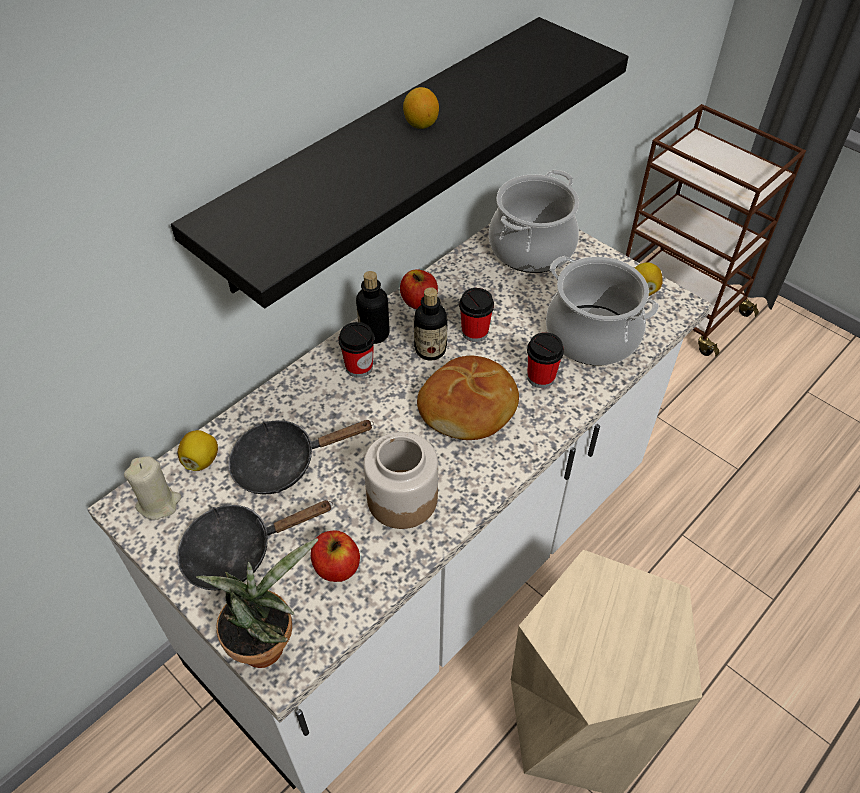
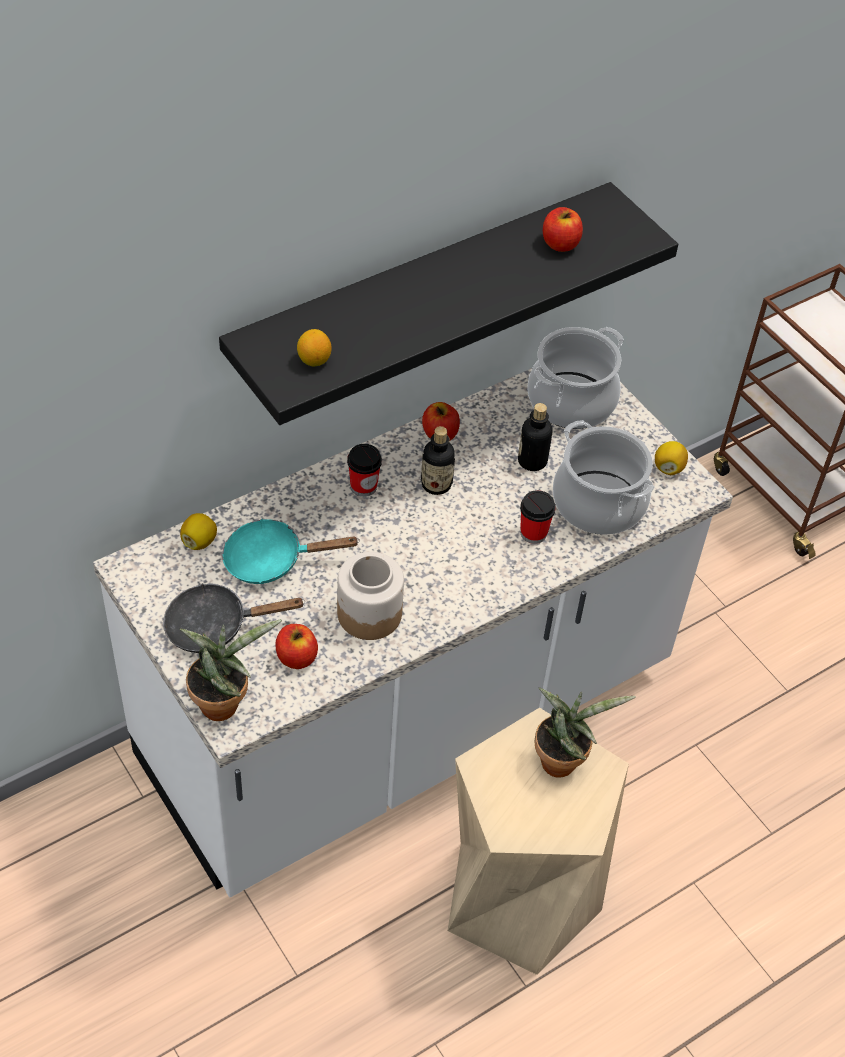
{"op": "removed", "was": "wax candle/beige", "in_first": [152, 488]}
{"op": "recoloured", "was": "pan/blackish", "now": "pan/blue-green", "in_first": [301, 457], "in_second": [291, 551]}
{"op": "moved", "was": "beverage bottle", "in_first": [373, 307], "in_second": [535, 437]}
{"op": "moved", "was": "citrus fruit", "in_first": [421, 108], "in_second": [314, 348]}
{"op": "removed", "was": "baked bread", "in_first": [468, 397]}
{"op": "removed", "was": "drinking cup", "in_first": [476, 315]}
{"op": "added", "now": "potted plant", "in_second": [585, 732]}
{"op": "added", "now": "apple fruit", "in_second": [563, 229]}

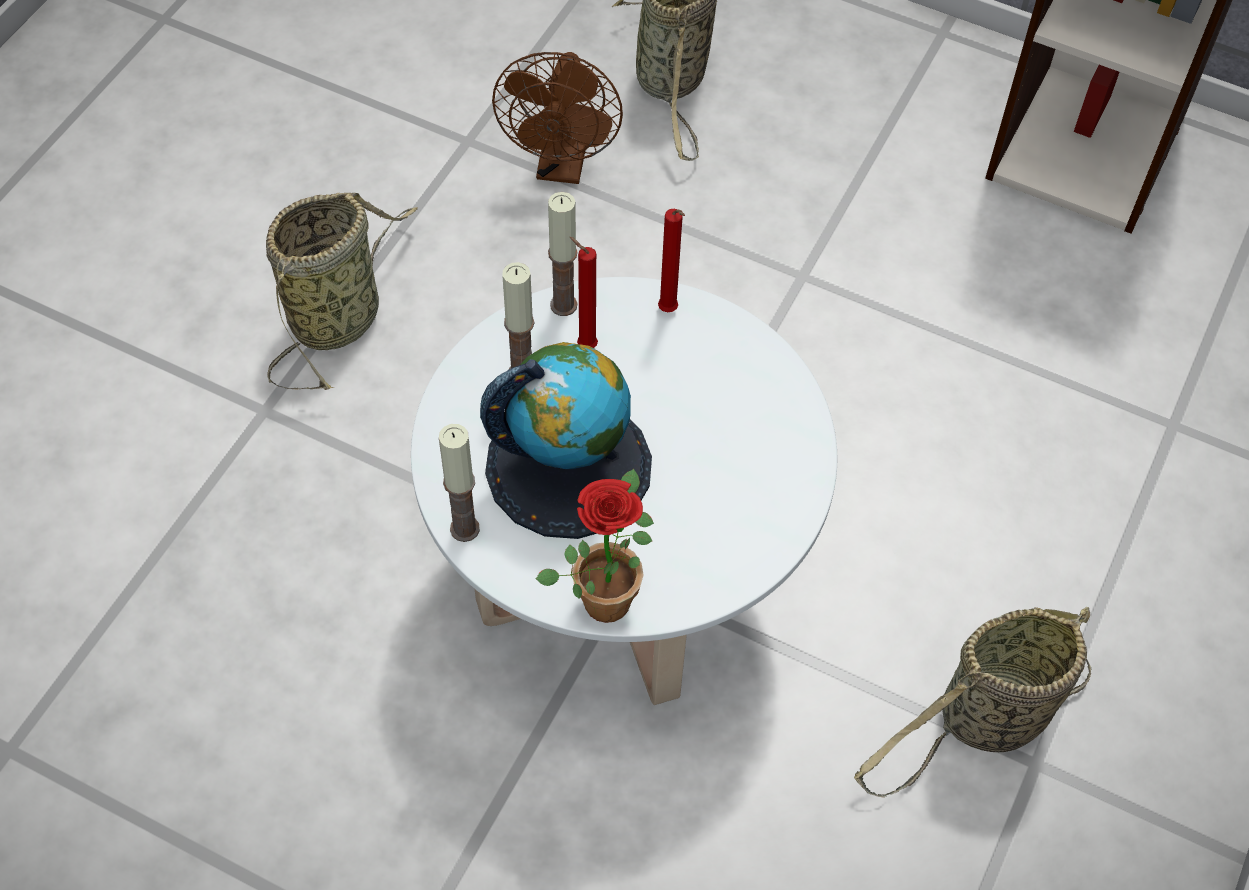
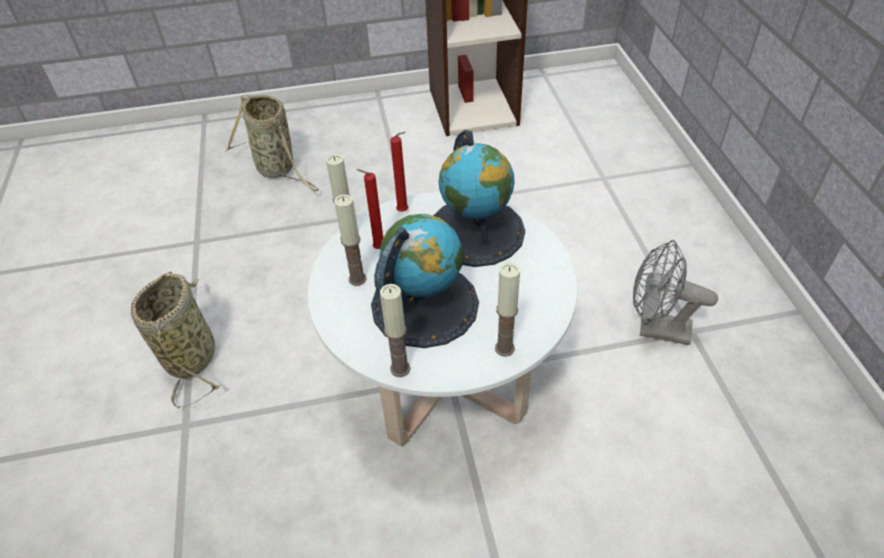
{"op": "removed", "was": "fan/brown", "in_first": [557, 118]}
{"op": "replaced", "was": "potted plant", "now": "wax candle", "in_first": [595, 546], "in_second": [507, 310]}
{"op": "replaced", "was": "basket", "now": "fan/grey", "in_first": [972, 702], "in_second": [675, 292]}
{"op": "added", "now": "world globe", "in_second": [479, 198]}

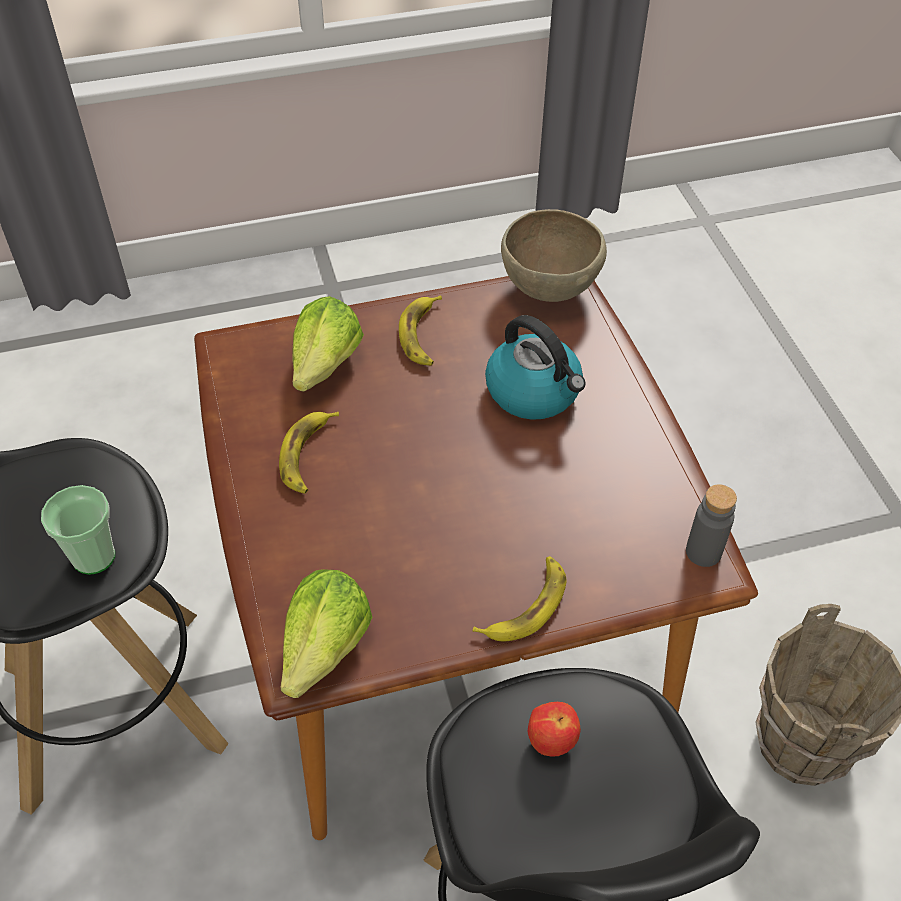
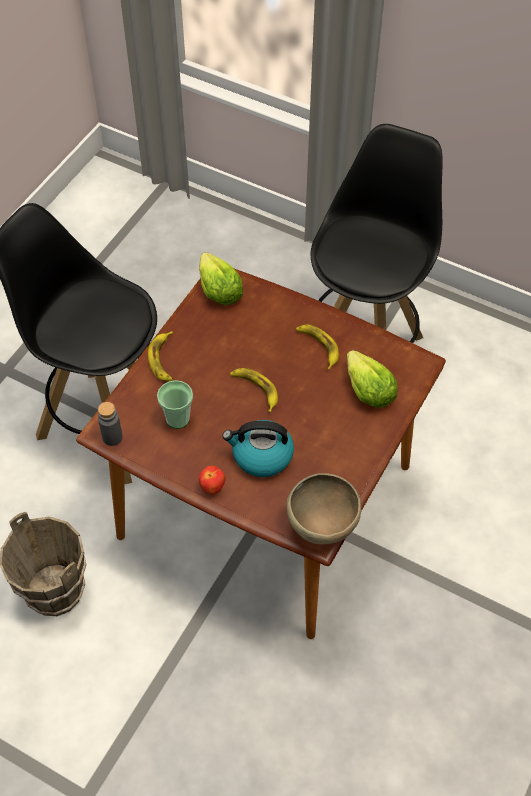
{"op": "moved", "was": "drinking cup", "in_first": [78, 530], "in_second": [175, 404]}
{"op": "moved", "was": "whole banana", "in_first": [420, 330], "in_second": [254, 390]}
{"op": "moved", "was": "apple fruit", "in_first": [554, 729], "in_second": [212, 480]}

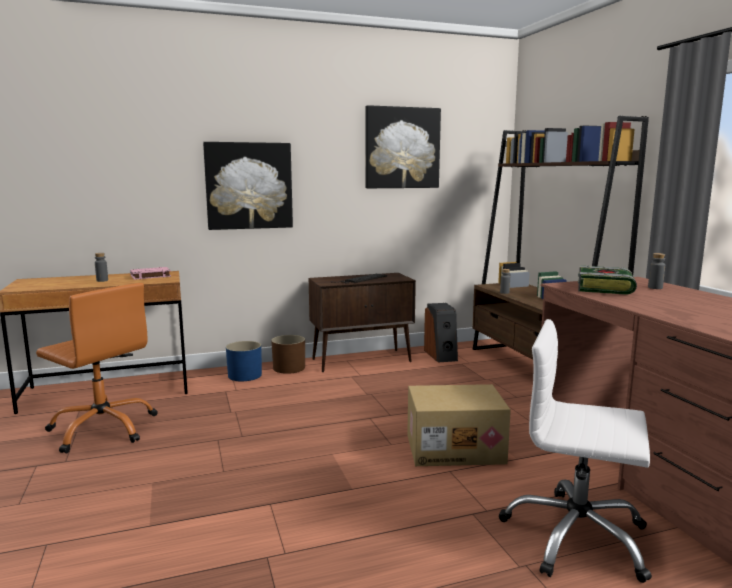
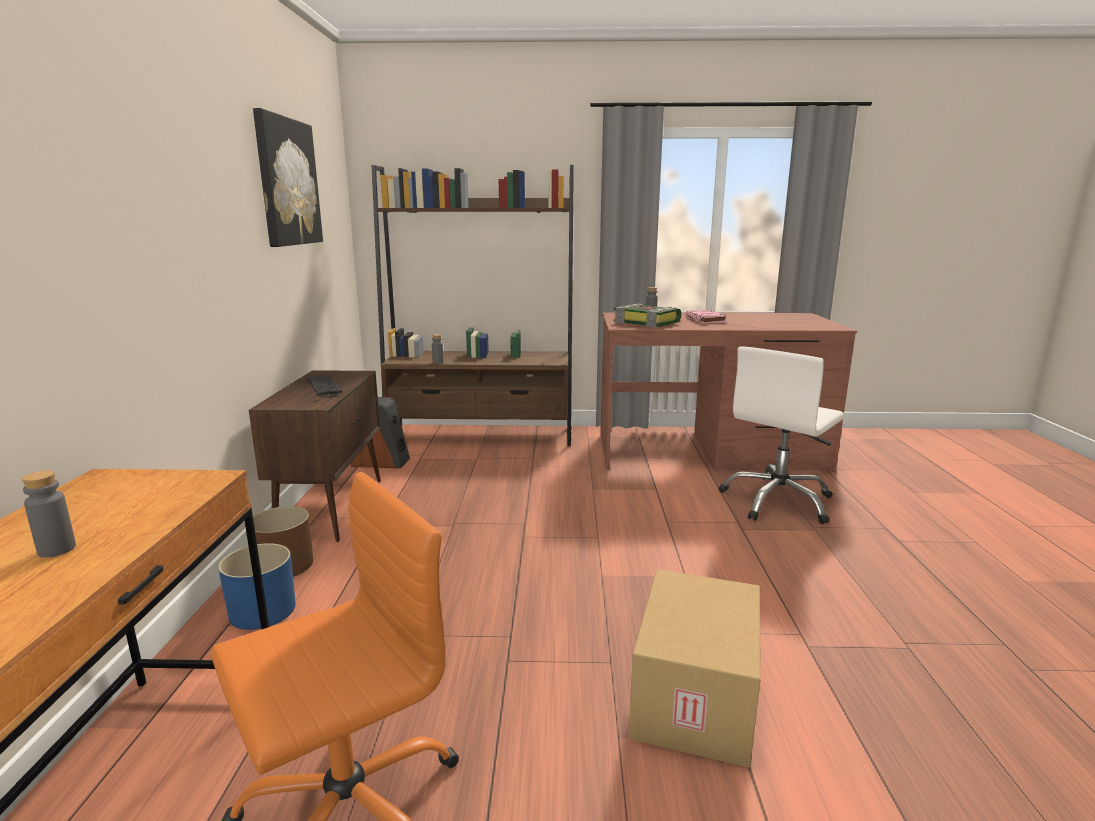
{"op": "moved", "was": "volume/pink", "in_first": [150, 273], "in_second": [706, 317]}
{"op": "removed", "was": "picture", "in_first": [248, 186]}
{"op": "moved", "was": "carton", "in_first": [459, 425], "in_second": [695, 668]}

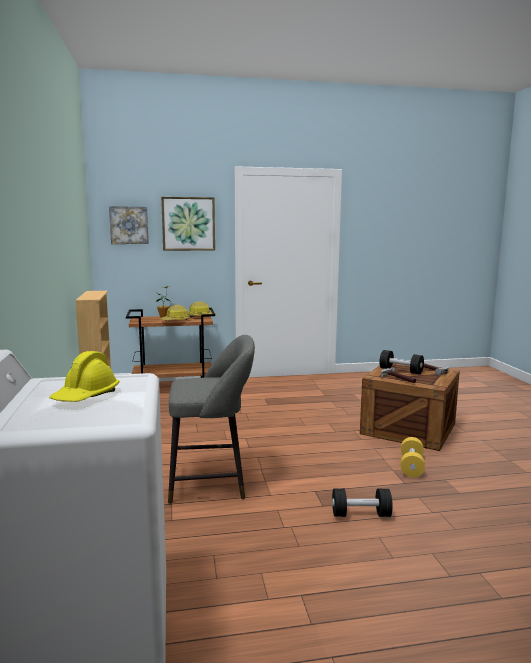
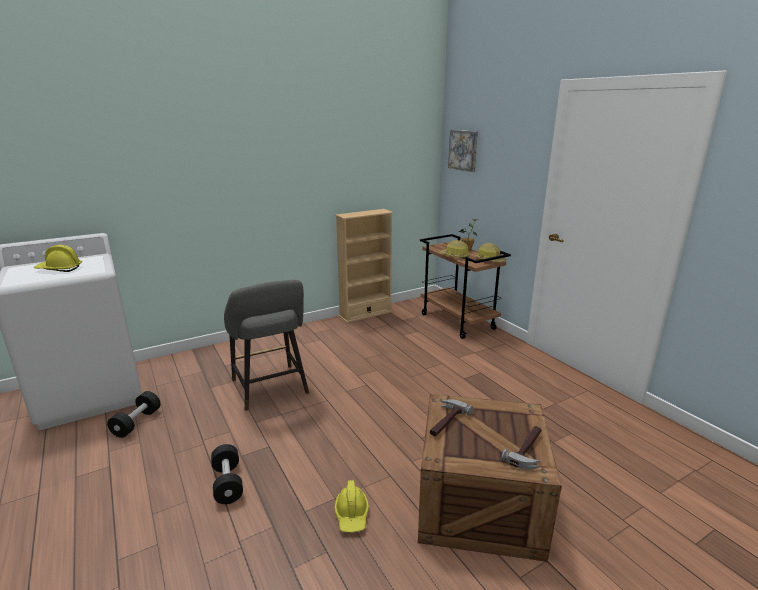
{"op": "removed", "was": "picture", "in_first": [188, 224]}
{"op": "moved", "was": "dumbbell/blackish", "in_first": [401, 362], "in_second": [134, 414]}
{"op": "replaced", "was": "dumbbell/yellow-coloured", "now": "safety helmet/yellow-coloured", "in_first": [413, 457], "in_second": [351, 506]}

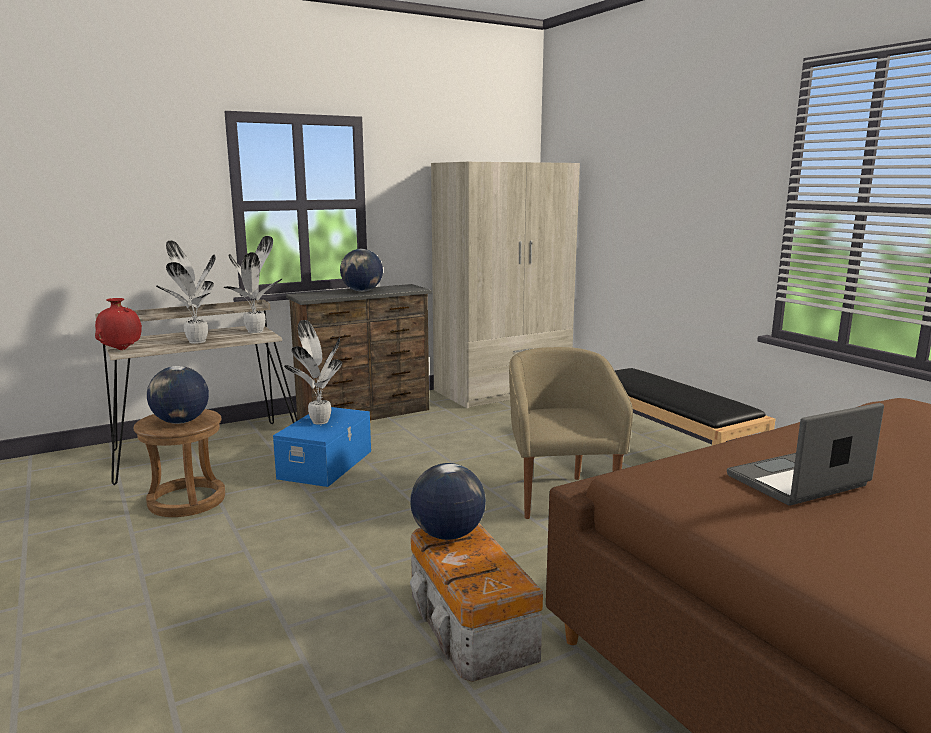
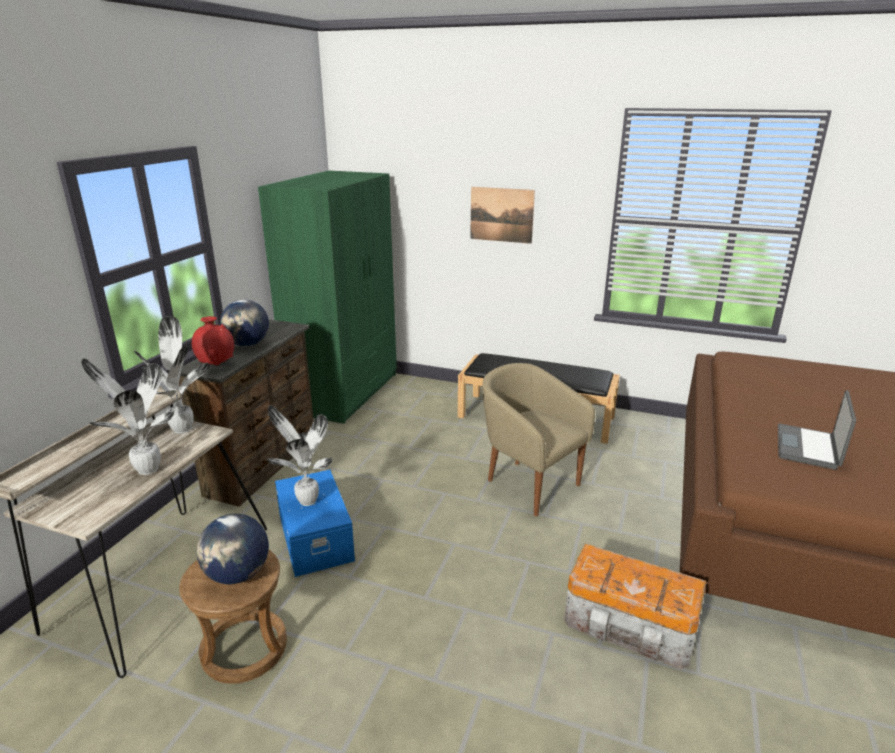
{"op": "moved", "was": "vase/red", "in_first": [118, 324], "in_second": [213, 340]}
{"op": "removed", "was": "world globe", "in_first": [448, 501]}
{"op": "recoloured", "was": "armoire/beige", "now": "armoire/green", "in_first": [505, 285], "in_second": [327, 297]}
{"op": "added", "now": "picture", "in_second": [502, 215]}

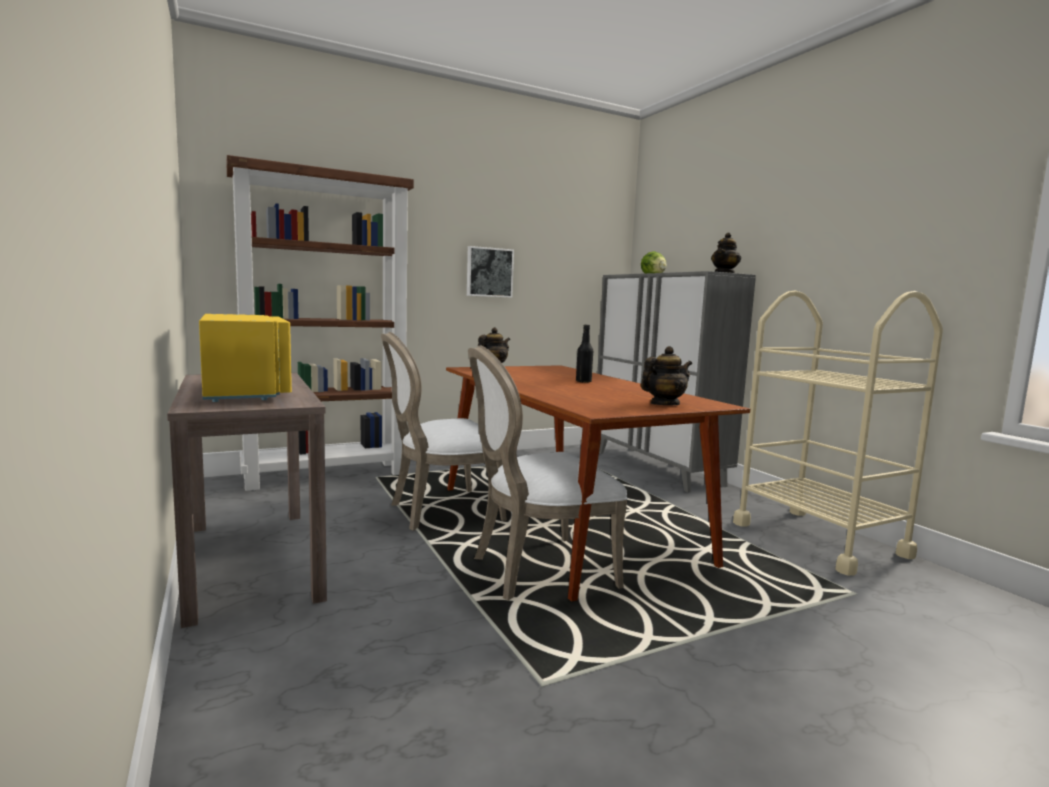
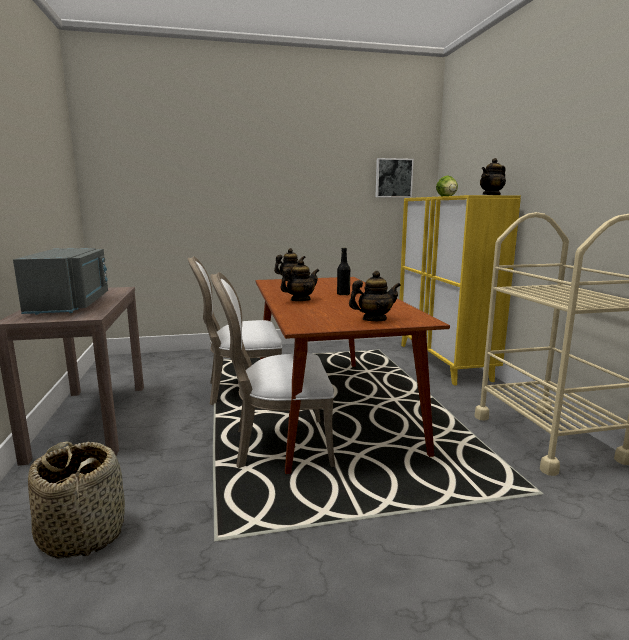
{"op": "recoloured", "was": "microwave oven/yellow-coloured", "now": "microwave oven/grey", "in_first": [245, 358], "in_second": [60, 281]}
{"op": "removed", "was": "bookshelf/brown", "in_first": [320, 323]}
{"op": "moved", "was": "picture", "in_first": [490, 272], "in_second": [395, 178]}
{"op": "recoloured", "was": "storage cabinet/grey", "now": "storage cabinet/yellow-coloured", "in_first": [676, 382], "in_second": [460, 290]}
{"op": "added", "now": "basket", "in_second": [76, 500]}
{"op": "added", "now": "teapot", "in_second": [299, 280]}

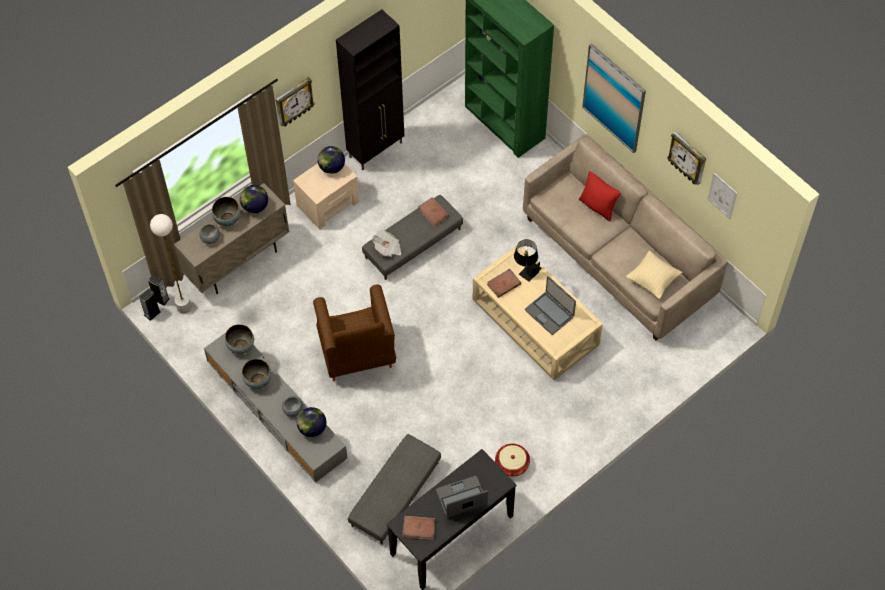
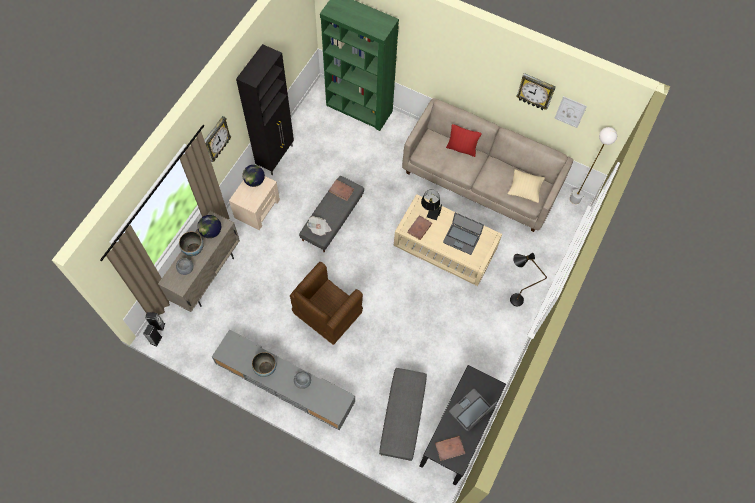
{"op": "moved", "was": "standard lamp/white-coloured", "in_first": [171, 264], "in_second": [593, 165]}
{"op": "removed", "was": "serving bowl", "in_first": [239, 339]}
{"op": "removed", "was": "world globe", "in_first": [311, 422]}
{"op": "turned", "was": "lounge chair/brown", "in_first": [354, 332], "in_second": [326, 303], "clockwise": 75}
{"op": "removed", "was": "basket", "in_first": [512, 460]}
{"op": "removed", "was": "picture", "in_first": [614, 98]}
{"op": "added", "now": "standard lamp/blackish", "in_second": [528, 280]}

